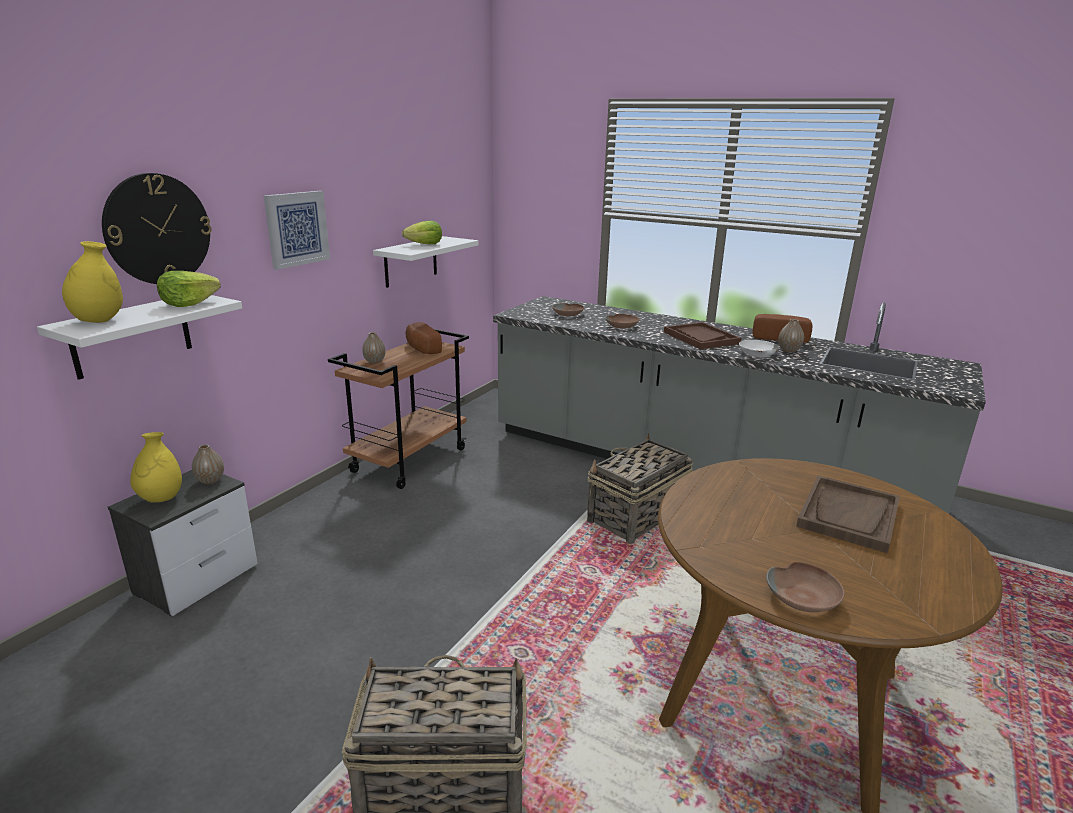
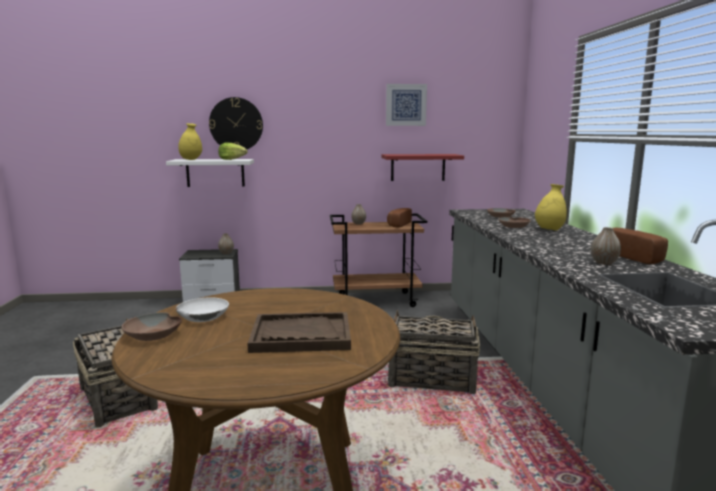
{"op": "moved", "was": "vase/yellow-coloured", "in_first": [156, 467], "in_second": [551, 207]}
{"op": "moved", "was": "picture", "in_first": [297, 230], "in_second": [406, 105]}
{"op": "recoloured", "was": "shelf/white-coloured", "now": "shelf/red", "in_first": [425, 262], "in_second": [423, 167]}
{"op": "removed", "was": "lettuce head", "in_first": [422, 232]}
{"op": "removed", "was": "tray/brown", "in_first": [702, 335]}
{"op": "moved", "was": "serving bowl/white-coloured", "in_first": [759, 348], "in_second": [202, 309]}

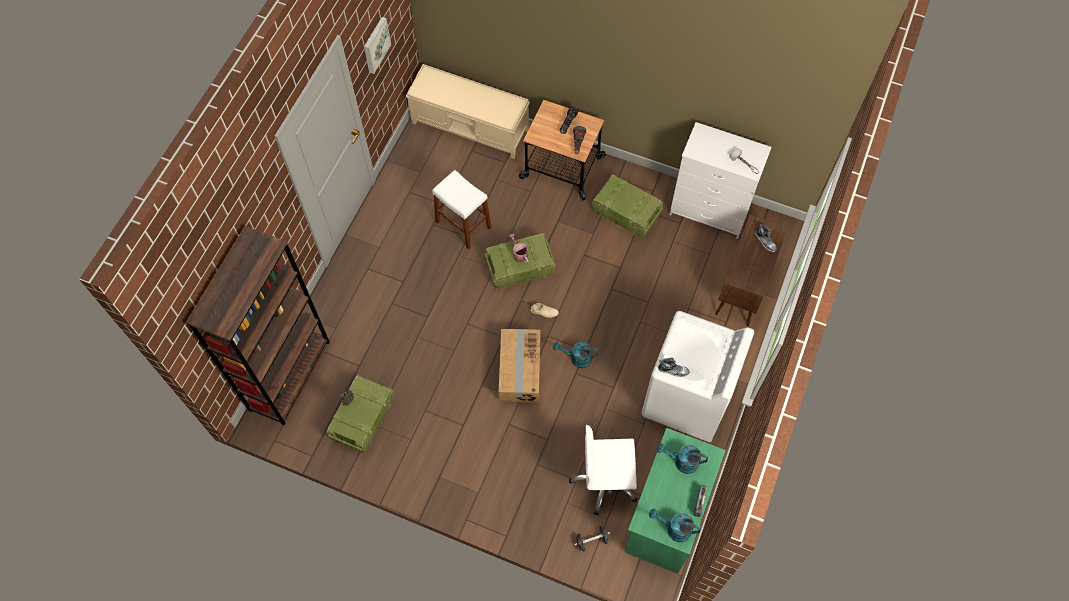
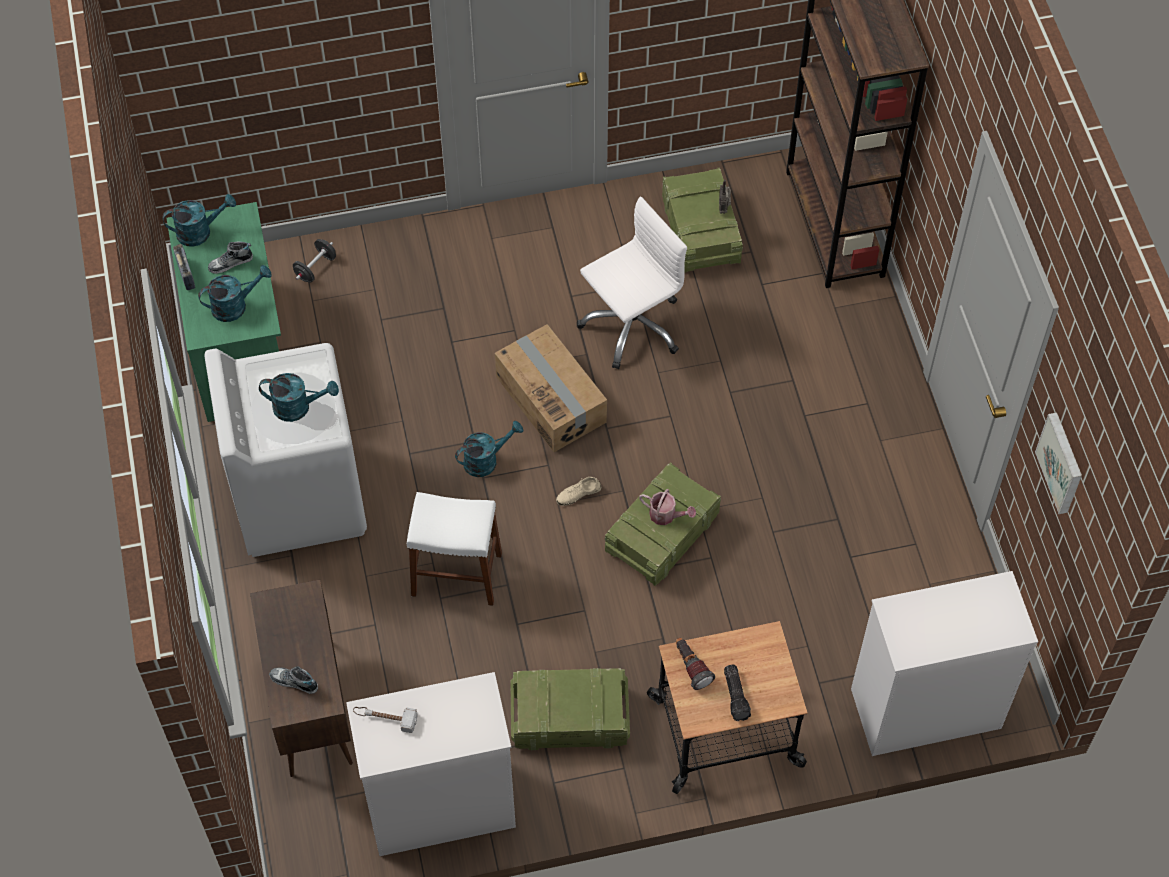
{"op": "replaced", "was": "long seat/beige", "now": "drawer chest/white-coloured", "in_first": [468, 111], "in_second": [944, 663]}
{"op": "moved", "was": "sitting stool/white-coloured", "in_first": [462, 209], "in_second": [454, 549]}
{"op": "moved", "was": "computer chair/white-coloured", "in_first": [603, 470], "in_second": [632, 283]}
{"op": "moved", "was": "low shoe", "in_first": [674, 367], "in_second": [230, 258]}
{"op": "added", "now": "sprinkling can/blue-green", "in_second": [299, 397]}

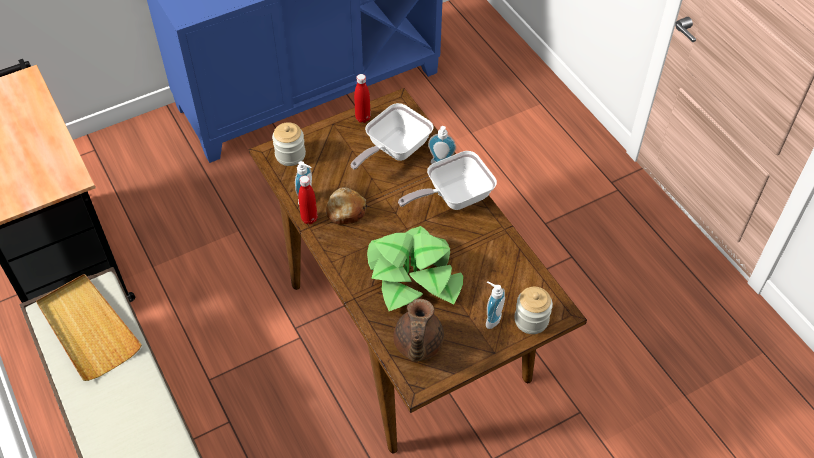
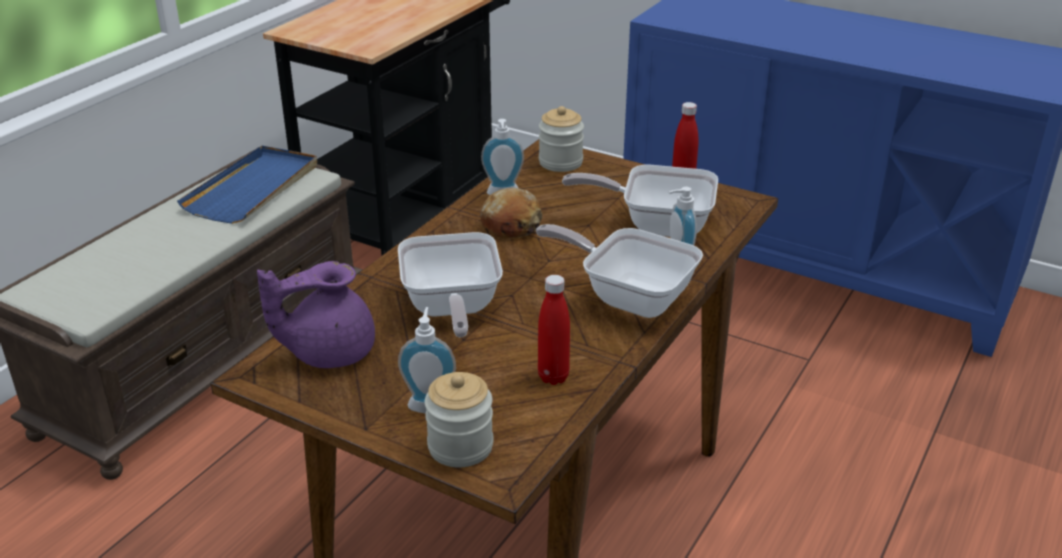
{"op": "recoloured", "was": "tray/beige", "now": "tray/bluish", "in_first": [89, 327], "in_second": [247, 185]}
{"op": "moved", "was": "beverage bottle/red", "in_first": [308, 200], "in_second": [554, 330]}
{"op": "replaced", "was": "potted plant", "now": "pan", "in_first": [415, 268], "in_second": [450, 284]}
{"op": "recoloured", "was": "teapot/brown", "now": "teapot/purple-coloured", "in_first": [418, 330], "in_second": [316, 314]}

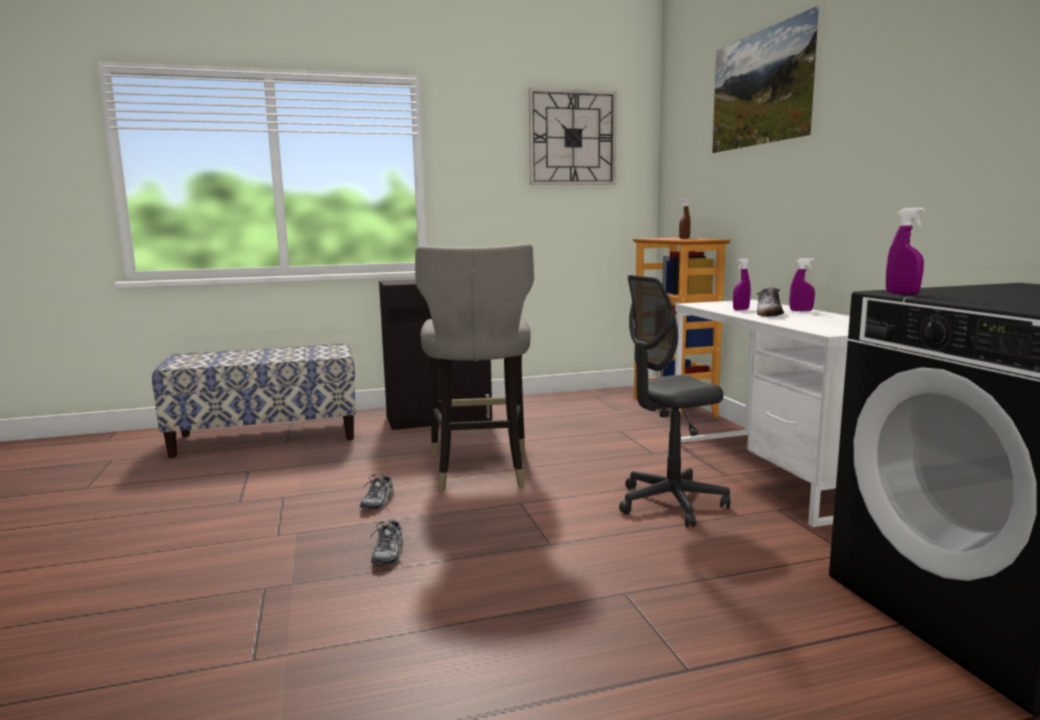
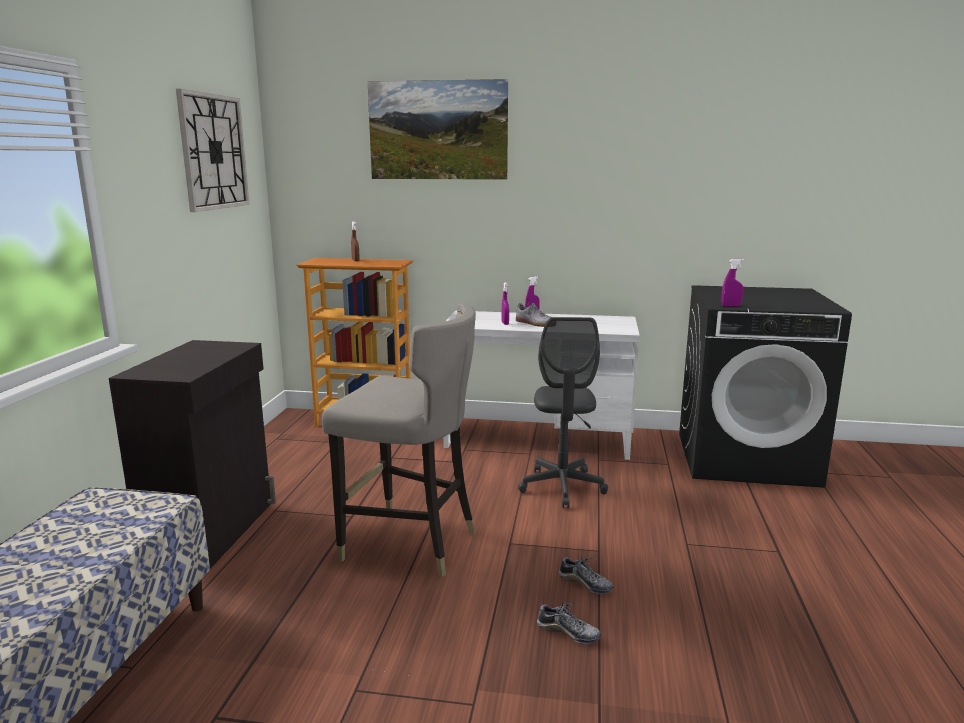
{"op": "moved", "was": "low shoe", "in_first": [377, 491], "in_second": [586, 574]}

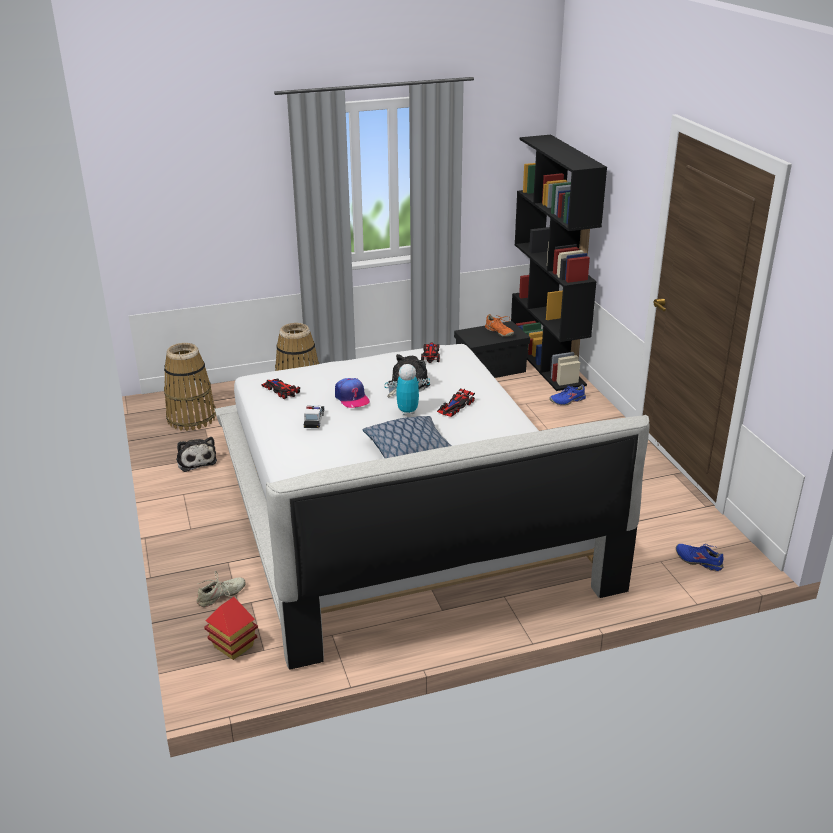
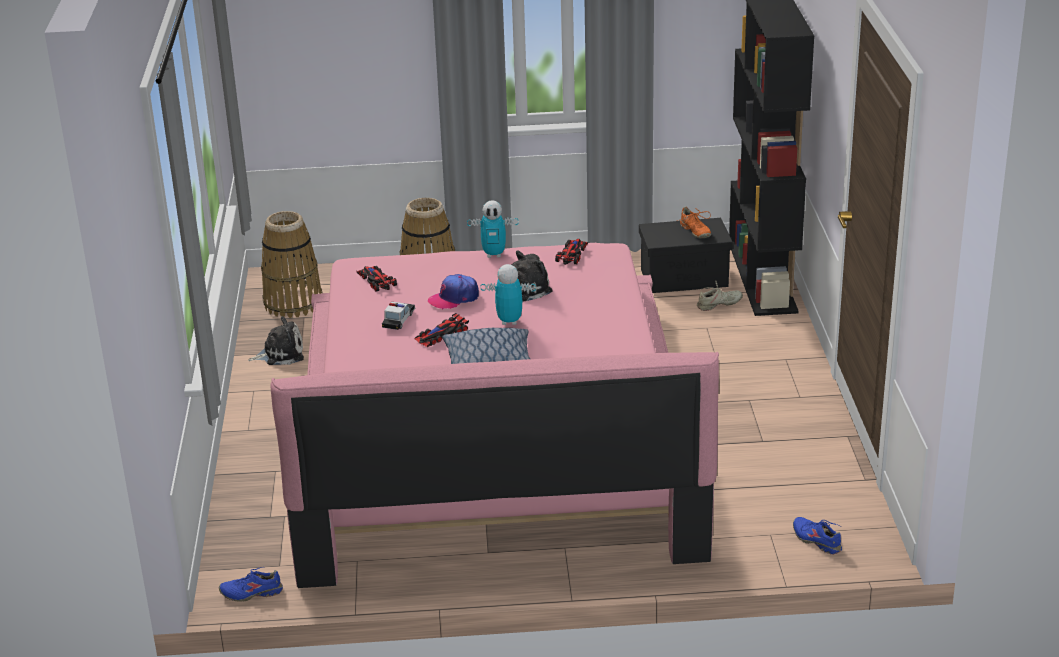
{"op": "turned", "was": "cuddly toy", "in_first": [196, 454], "in_second": [276, 340], "clockwise": -90}
{"op": "moved", "was": "low shoe/beige", "in_first": [221, 588], "in_second": [720, 296]}
{"op": "removed", "was": "toy house", "in_first": [231, 628]}
{"op": "recoloured", "was": "bedroom bed/white-coloured", "now": "bedroom bed/pink", "in_first": [432, 507], "in_second": [494, 415]}
{"op": "turned", "was": "cap", "in_first": [352, 393], "in_second": [453, 292], "clockwise": 75}
{"op": "moved", "was": "model car", "in_first": [456, 403], "in_second": [442, 330]}
{"op": "moved", "was": "low shoe/bluish", "in_first": [567, 394], "in_second": [251, 584]}
{"op": "added", "now": "robot figure", "in_second": [493, 229]}

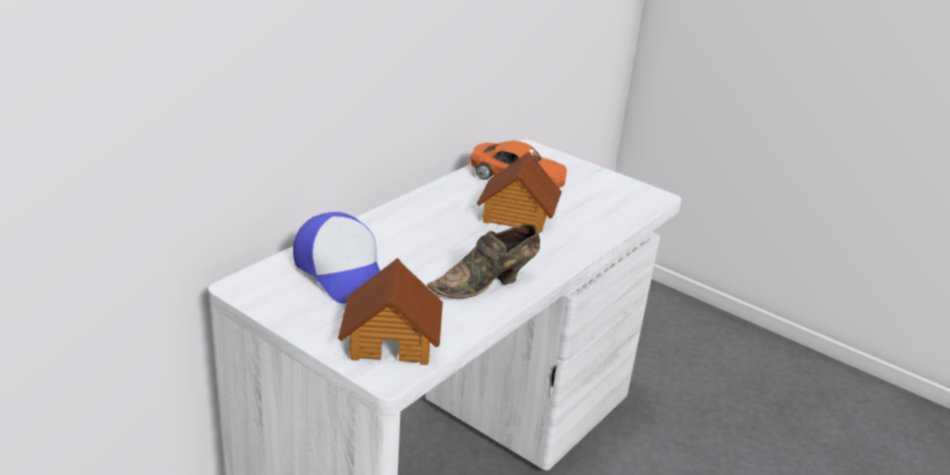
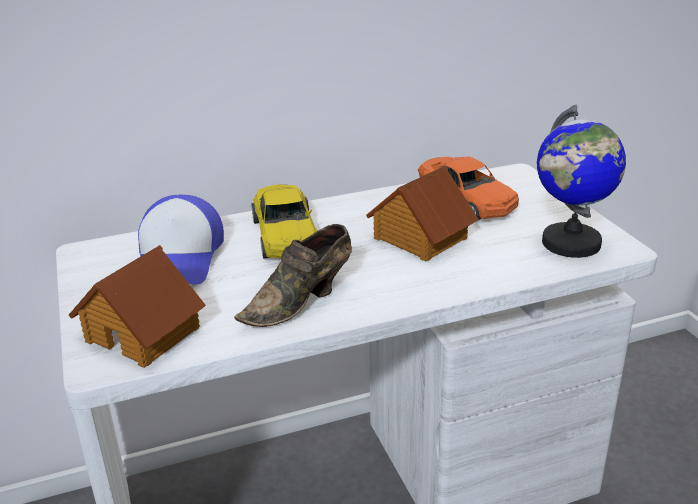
{"op": "turned", "was": "low shoe/brown", "in_first": [483, 261], "in_second": [293, 275], "clockwise": -45}
{"op": "added", "now": "model car/yellow-coloured", "in_second": [284, 221]}
{"op": "added", "now": "world globe", "in_second": [581, 181]}

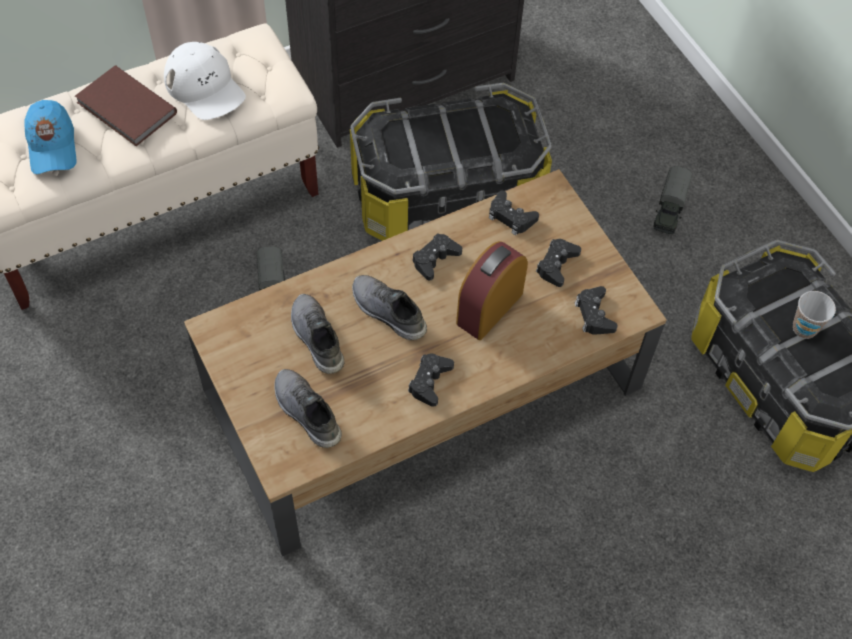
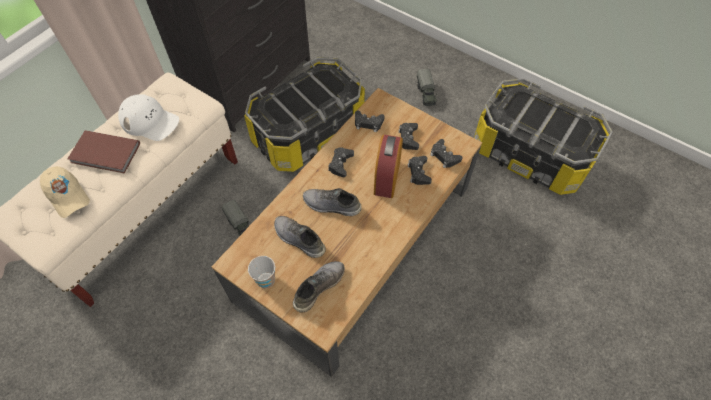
{"op": "recoloured", "was": "cap/bluish", "now": "cap/beige", "in_first": [51, 137], "in_second": [65, 192]}
{"op": "turned", "was": "low shoe/grey", "in_first": [308, 408], "in_second": [319, 286], "clockwise": 105}
{"op": "moved", "was": "gamepad/blackish", "in_first": [431, 380], "in_second": [420, 170]}
{"op": "moved", "was": "drinking cup", "in_first": [814, 315], "in_second": [261, 272]}

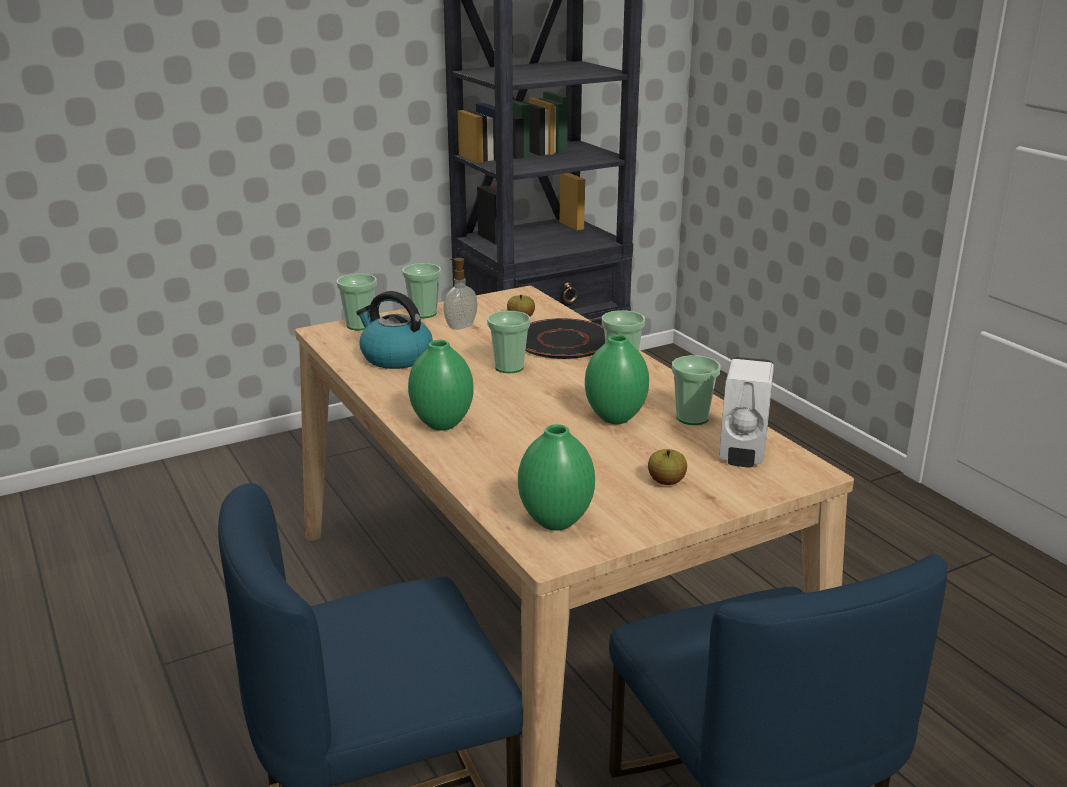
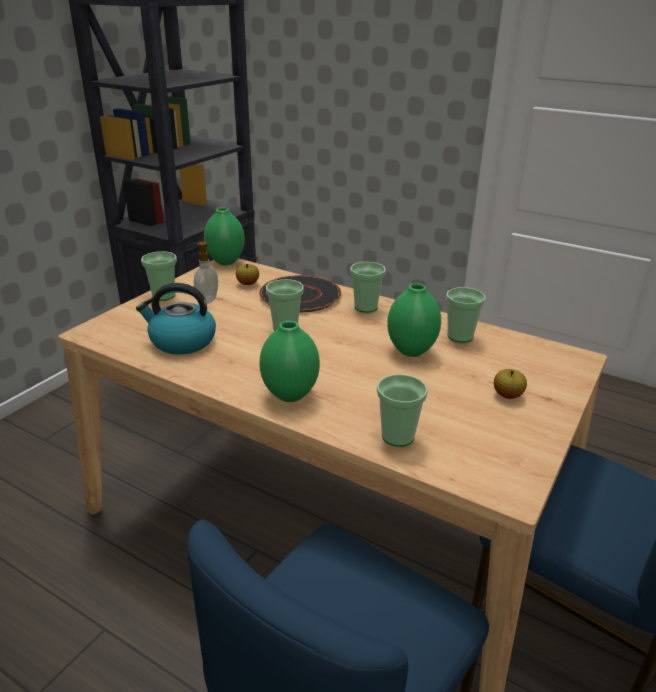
{"op": "moved", "was": "drinking cup", "in_first": [356, 302], "in_second": [402, 410]}
{"op": "moved", "was": "vase/green", "in_first": [556, 477], "in_second": [224, 236]}
{"op": "removed", "was": "soap dispenser/white-coloured", "in_first": [746, 412]}

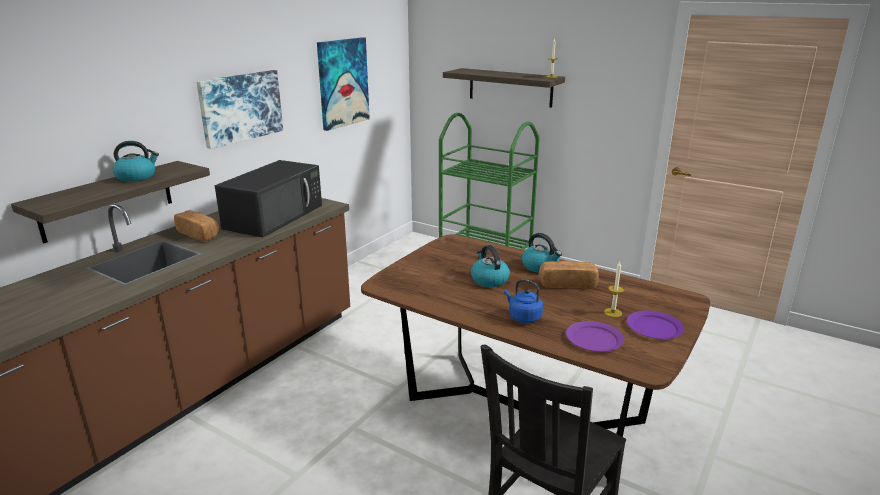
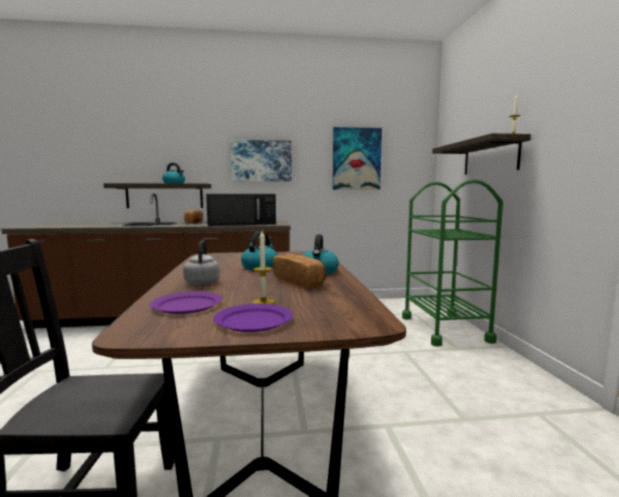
{"op": "recoloured", "was": "water kettle/bluish", "now": "water kettle/grey", "in_first": [523, 301], "in_second": [201, 262]}

